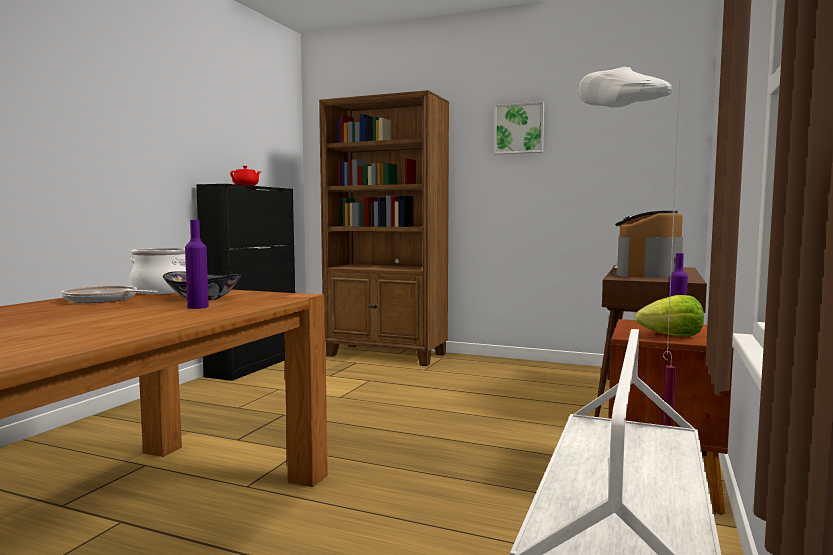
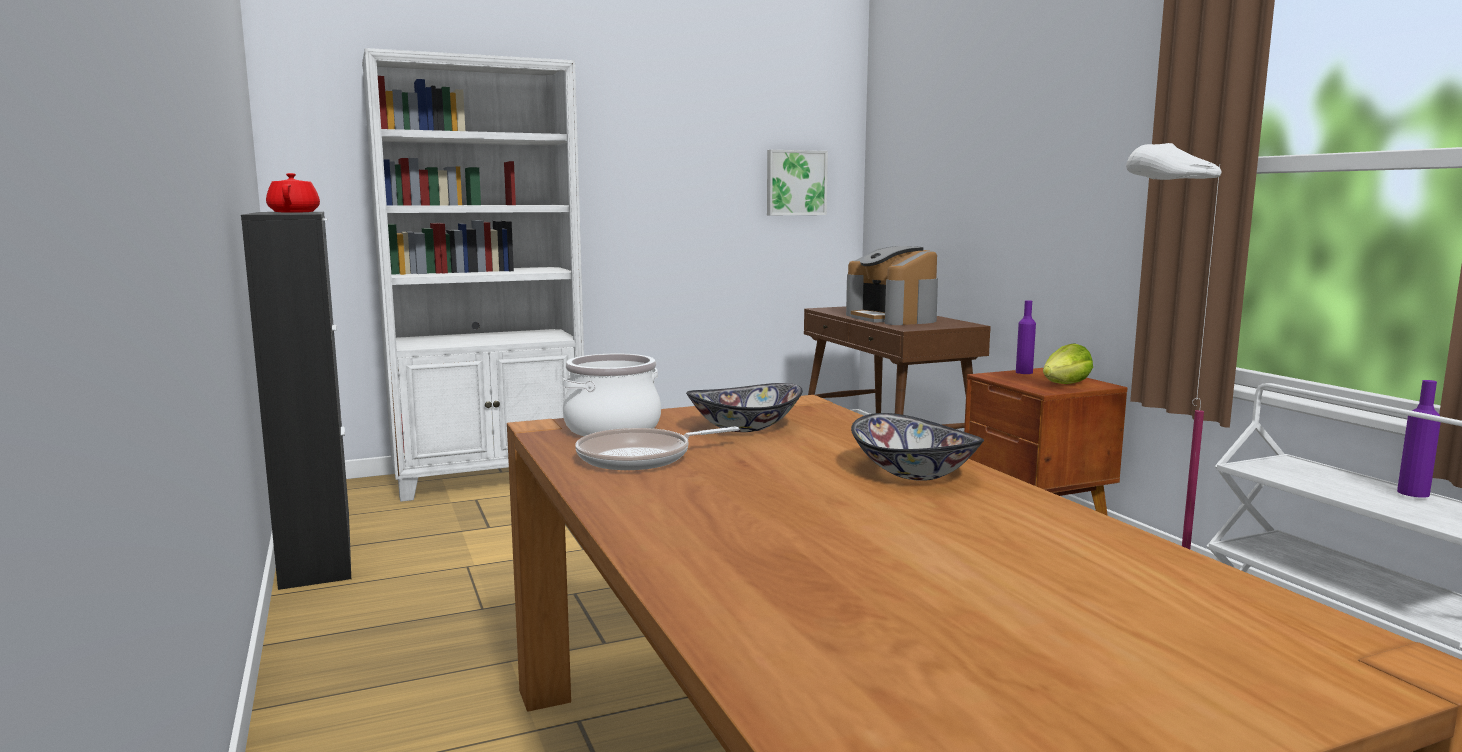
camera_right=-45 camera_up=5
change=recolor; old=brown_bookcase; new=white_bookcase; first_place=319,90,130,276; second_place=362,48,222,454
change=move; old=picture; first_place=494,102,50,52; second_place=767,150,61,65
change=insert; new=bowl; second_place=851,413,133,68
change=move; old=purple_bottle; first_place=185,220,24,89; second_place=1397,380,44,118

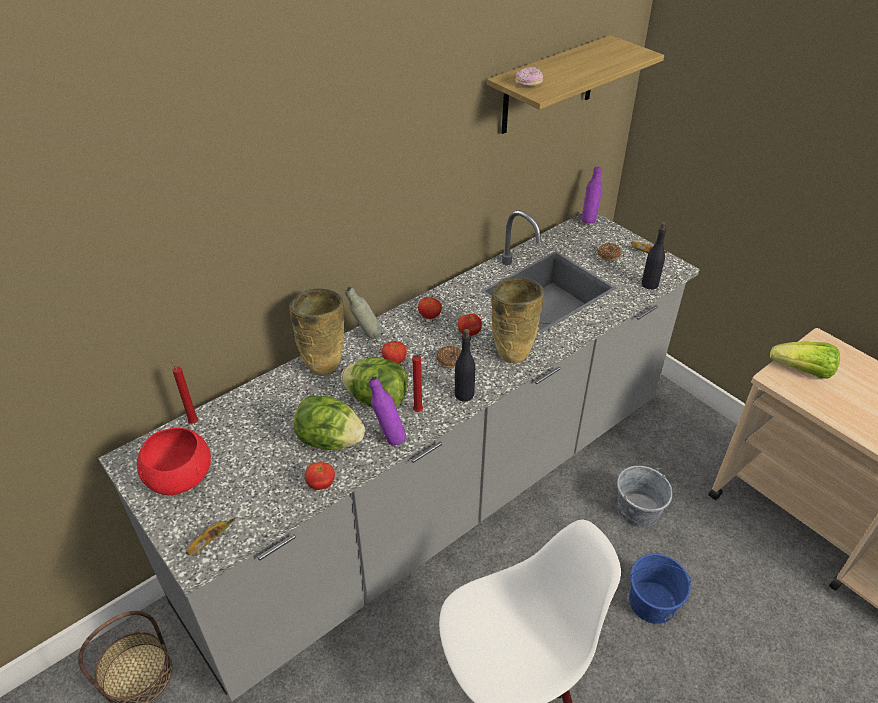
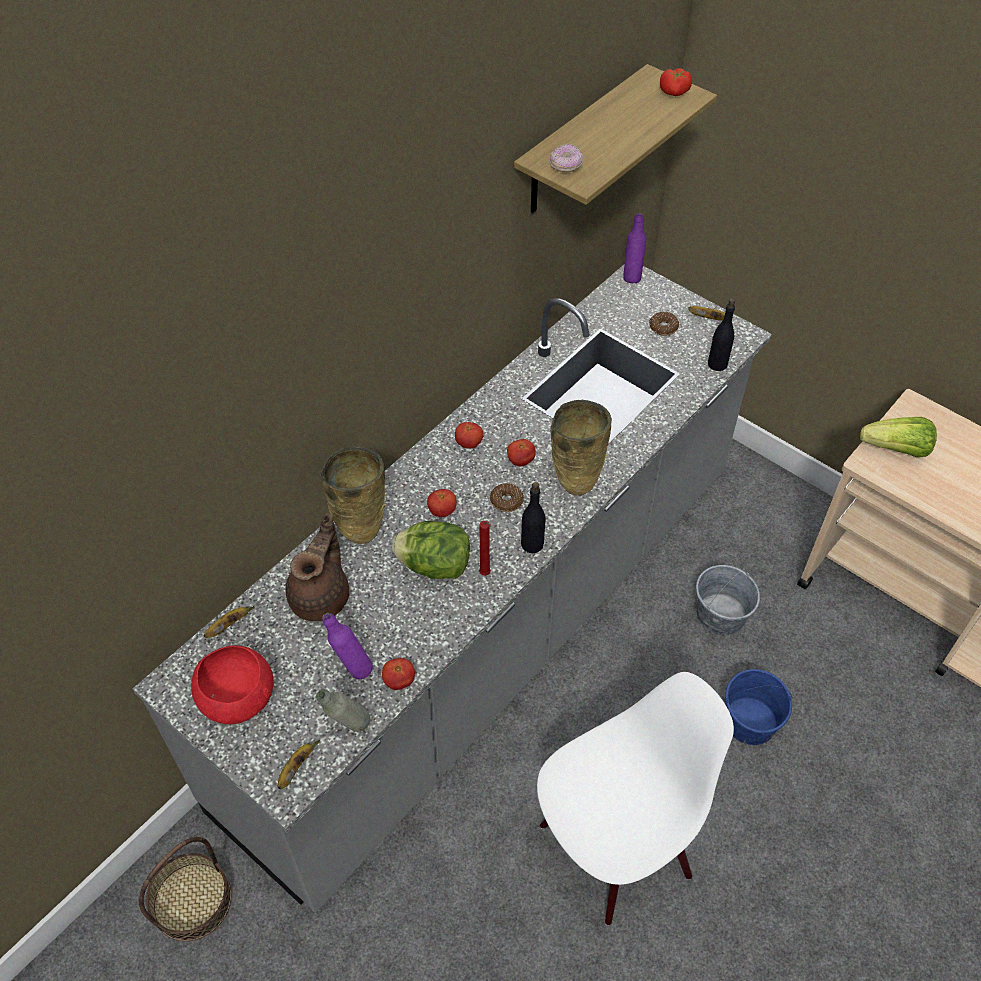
camera_right=-10 camera_up=10
change=replace; old=red_candle; new=banana; first_place=171,358,27,66; second_place=204,606,51,32
change=insert; new=brown_teapot; second_place=286,513,63,108
change=move; old=grey_bottle; first_place=345,286,37,53; second_place=316,689,54,43
change=move; old=purple_bottle; first_place=369,377,37,68; second_place=322,613,51,66
change=insert; new=tomato; second_place=660,68,32,28
change=delete; old=lettuce; first_place=293,395,72,55

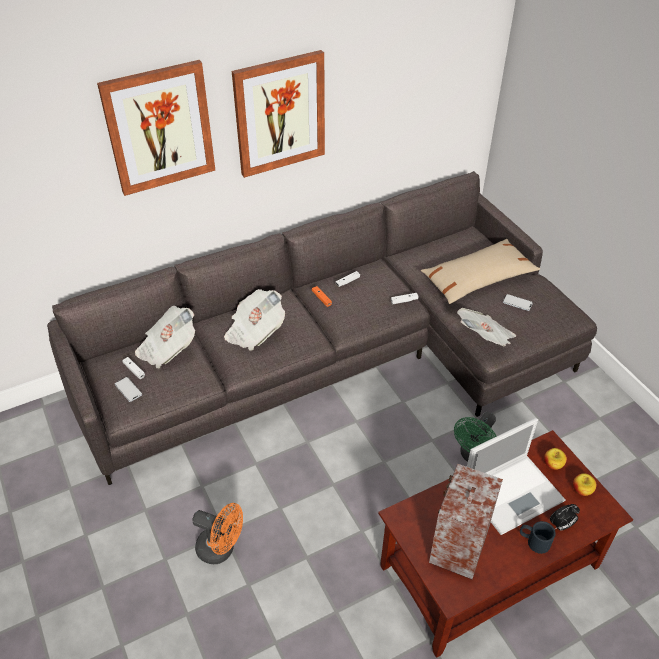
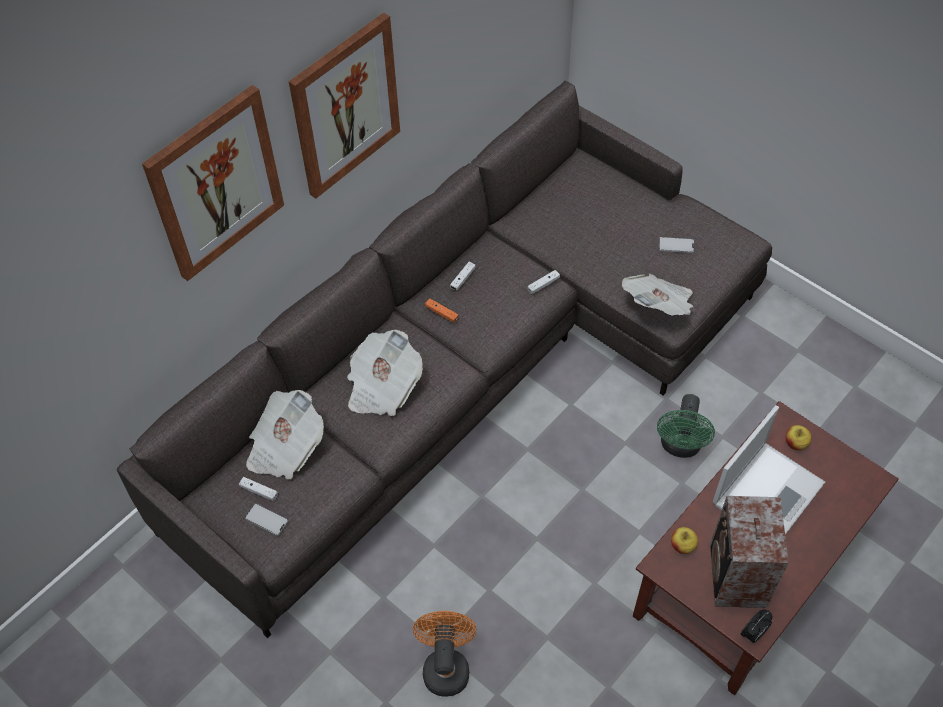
camera_right=-20 camera_up=10
change=rotate; old=orange_fan; first_place=192,503,51,61; second_place=413,611,64,86; degrees=-90
change=move; old=apple; first_place=573,473,24,23; second_place=671,527,27,27
change=move; old=alarm_clock; first_place=550,504,30,26; second_place=741,609,32,34
change=delete; old=beige_pillow; first_place=421,239,119,65
change=delete; old=black_mug; first_place=520,521,36,33

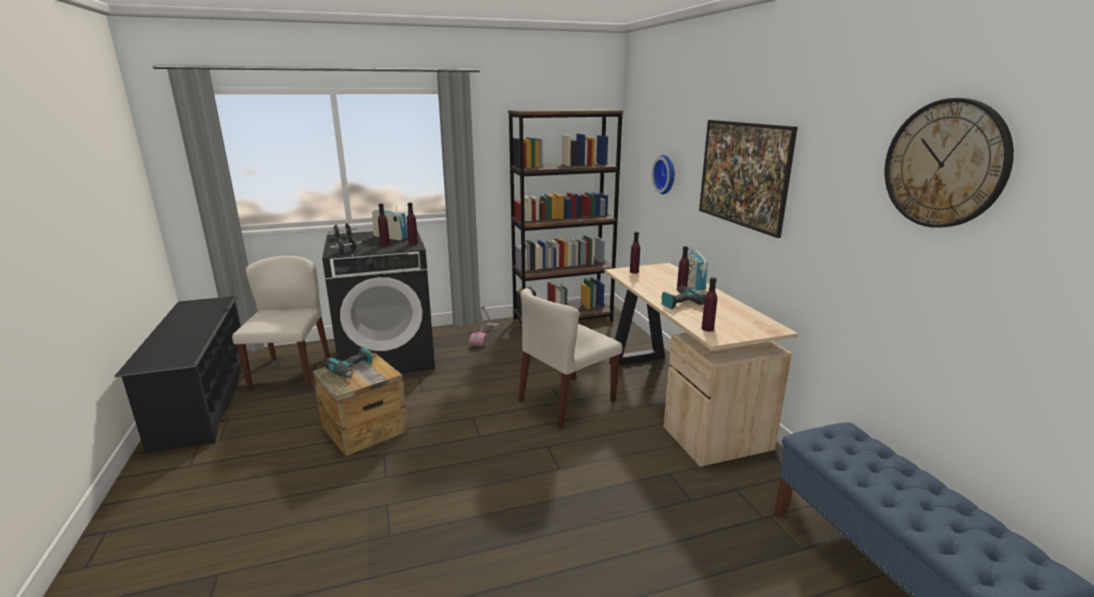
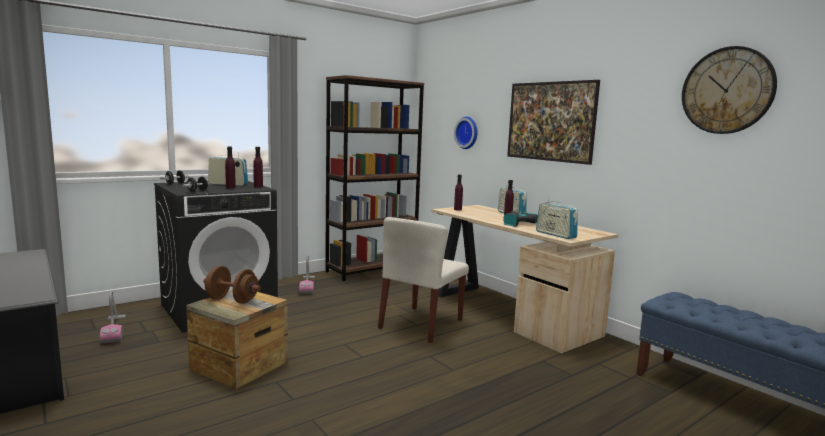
camera_right=-20 camera_up=-10
change=replace; old=beige_chair; new=vacuum_cleaner; first_place=232,256,98,134; second_place=100,290,26,54
change=replace; old=power_drill; new=brown_dumbbell; first_place=325,347,47,31; second_place=203,266,58,38
change=replace; old=purple_bottle; new=radio; first_place=702,277,15,55; second_place=536,197,42,42

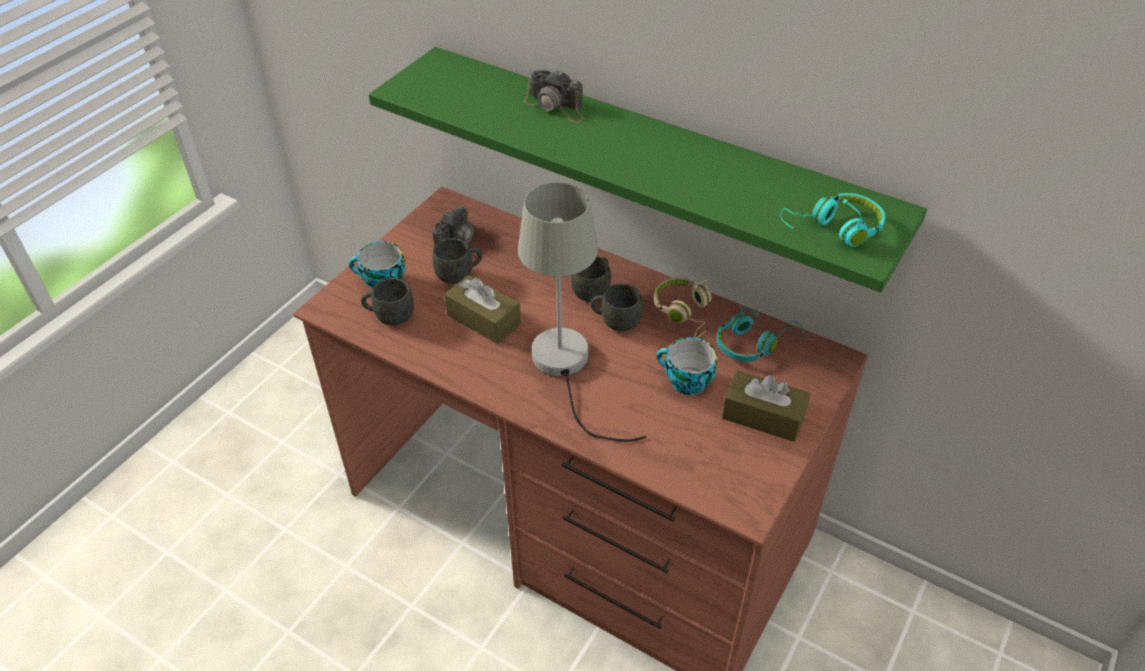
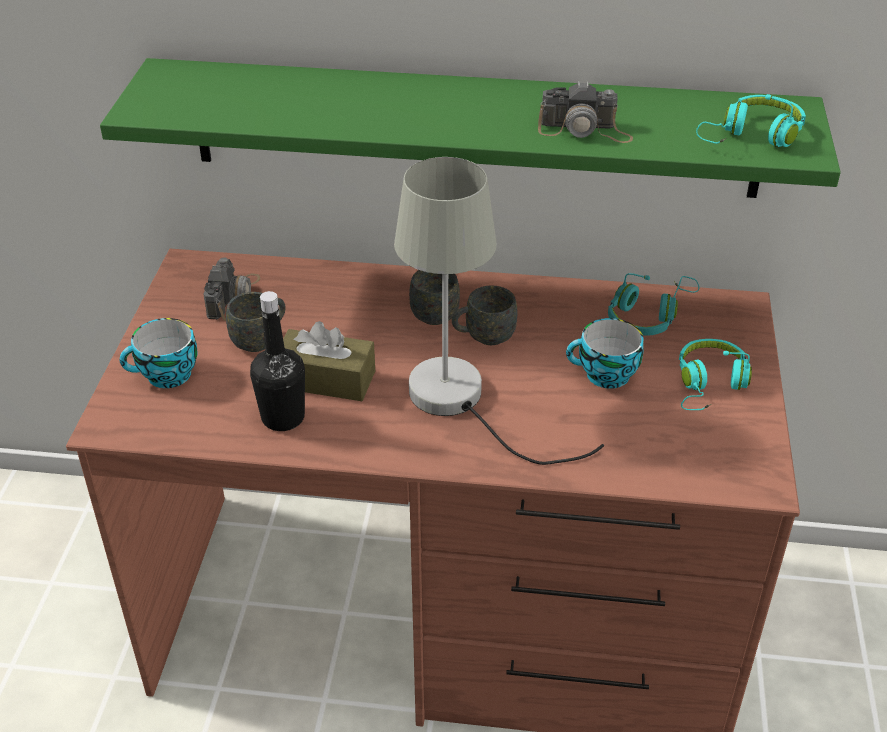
camera_right=-25 camera_up=-5
change=insert; new=black_bottle; second_place=250,291,55,140
change=move; old=photo_camera; first_place=524,69,60,53; second_place=538,81,95,62
change=replace; old=brown_tissue_box; new=turquoise_headphones; first_place=722,371,88,71; second_place=679,339,73,71
change=delete; old=grey_mug; first_place=361,278,53,47
change=delete; old=beige_headphones; first_place=654,277,58,61

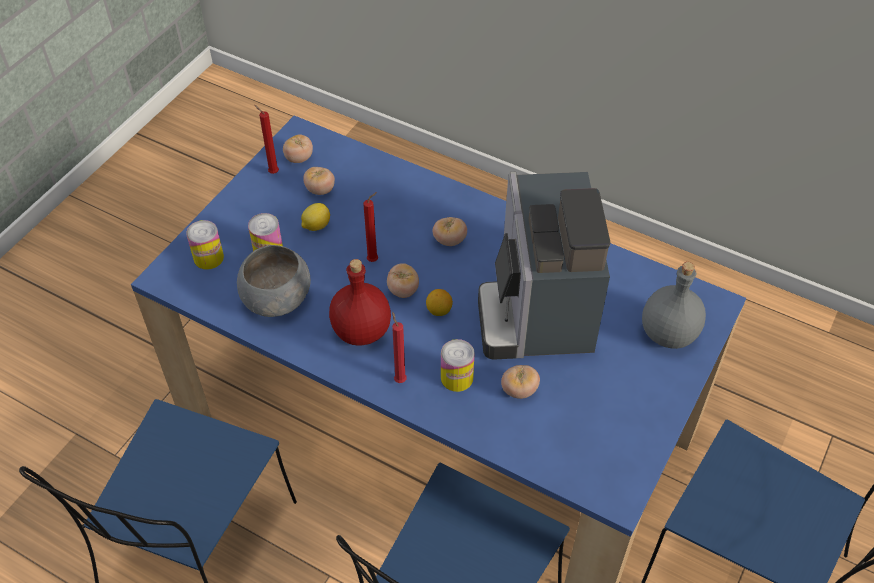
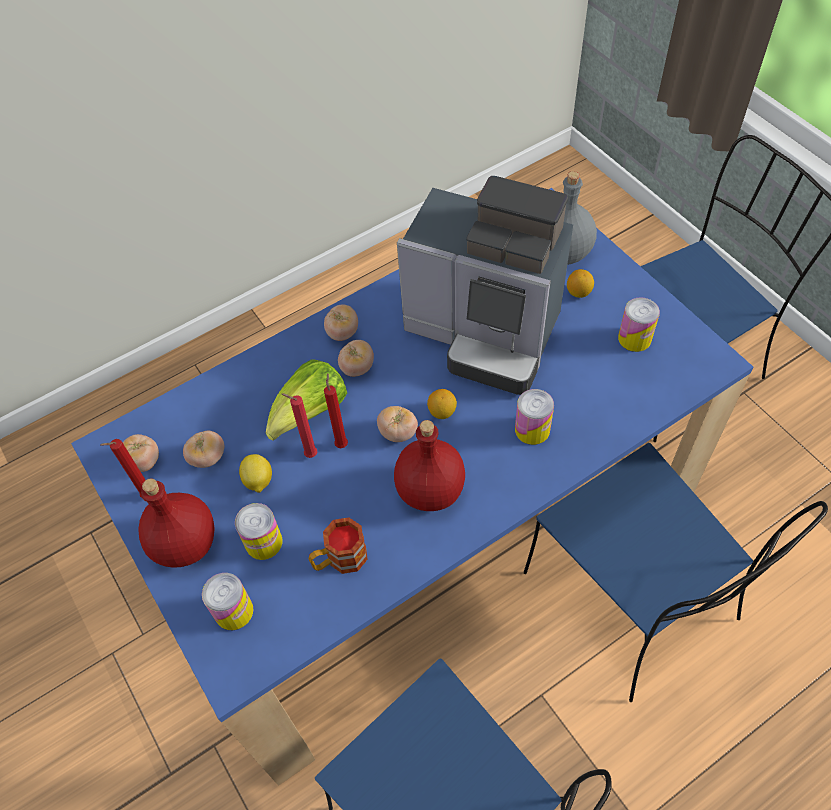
camera_right=-60 camera_up=5
change=insert; new=red_bottle; second_place=139,478,76,90
change=insert; new=lettuce; second_place=266,359,81,82
change=move; old=red_candle; first_place=392,311,15,72; second_place=282,393,35,65
change=replace; old=grey_bowl; new=mug; first_place=237,245,74,72; second_place=309,517,59,57
change=move; old=tomato; first_place=501,365,39,34; second_place=324,304,34,37
change=insert; new=lemon; second_place=567,269,27,29
change=insert; new=can; second_place=618,297,42,55

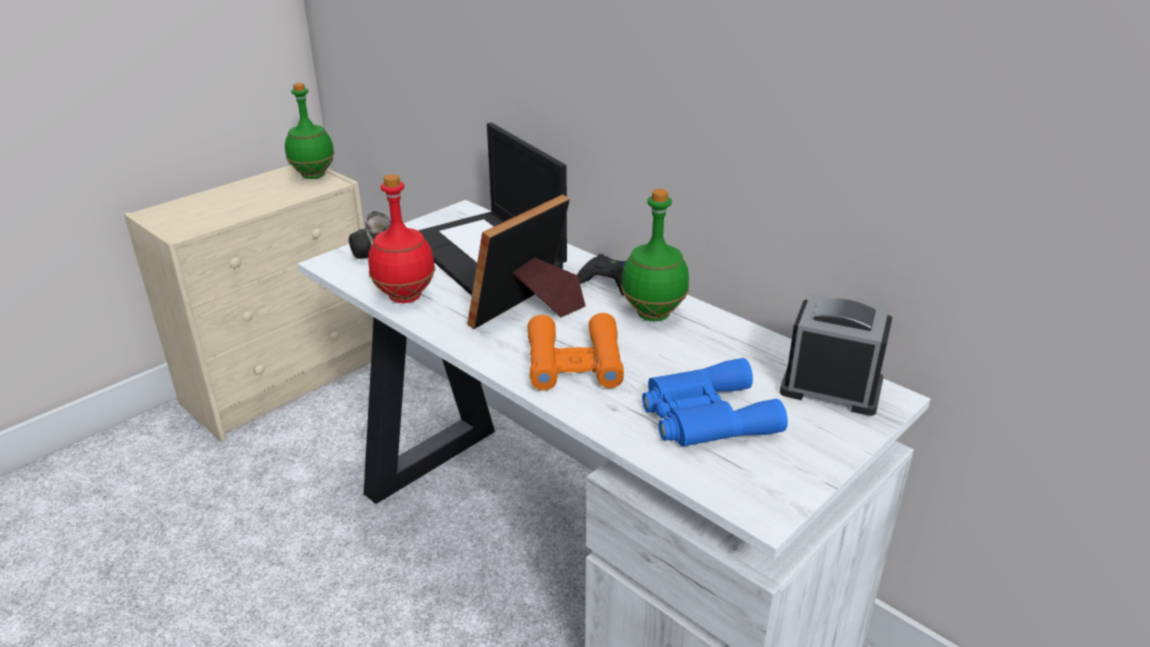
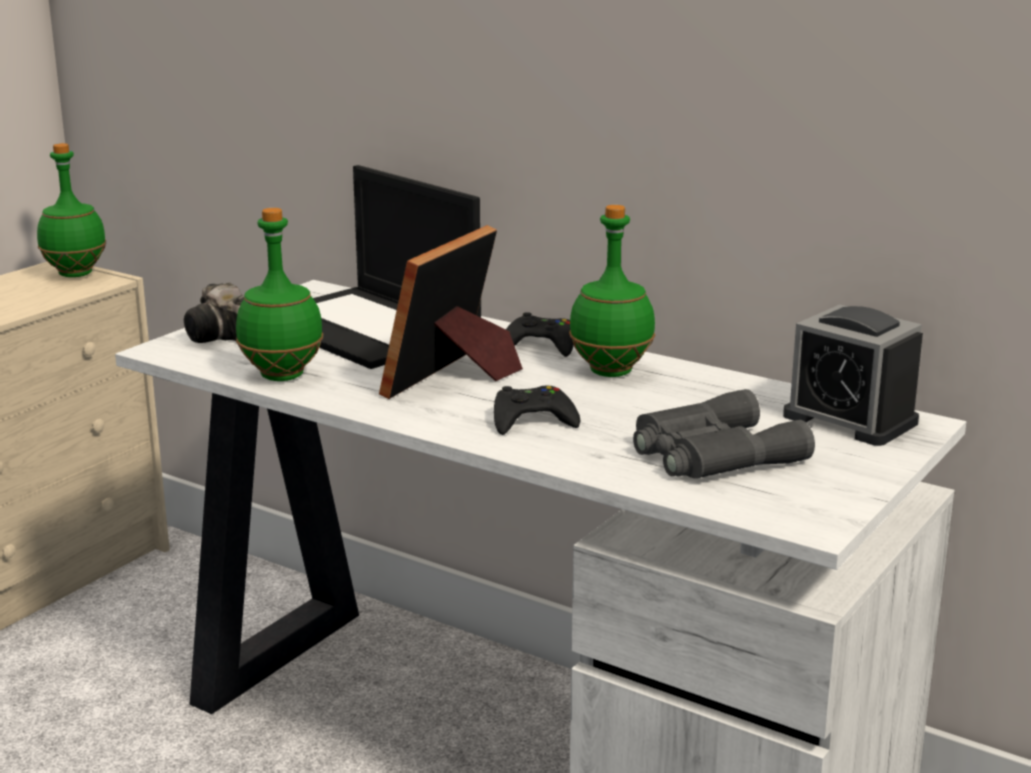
camera_right=-10 camera_up=-10
change=recolor; old=red_bottle; new=green_bottle; first_place=368,174,67,129; second_place=236,208,87,173
change=replace; old=orange_binoculars; new=black_game_controller; first_place=527,313,97,78; second_place=494,386,86,49
change=recolor; old=blue_binoculars; new=grey_binoculars; first_place=642,358,146,89; second_place=633,389,182,90
change=rotate; old=alarm_clock; first_place=780,293,112,123; second_place=783,304,140,142; degrees=-150

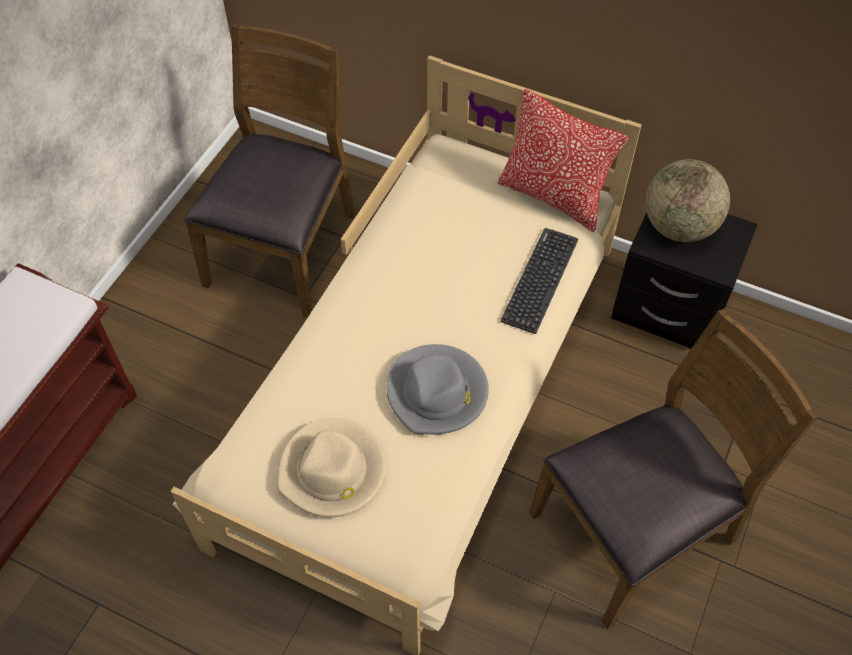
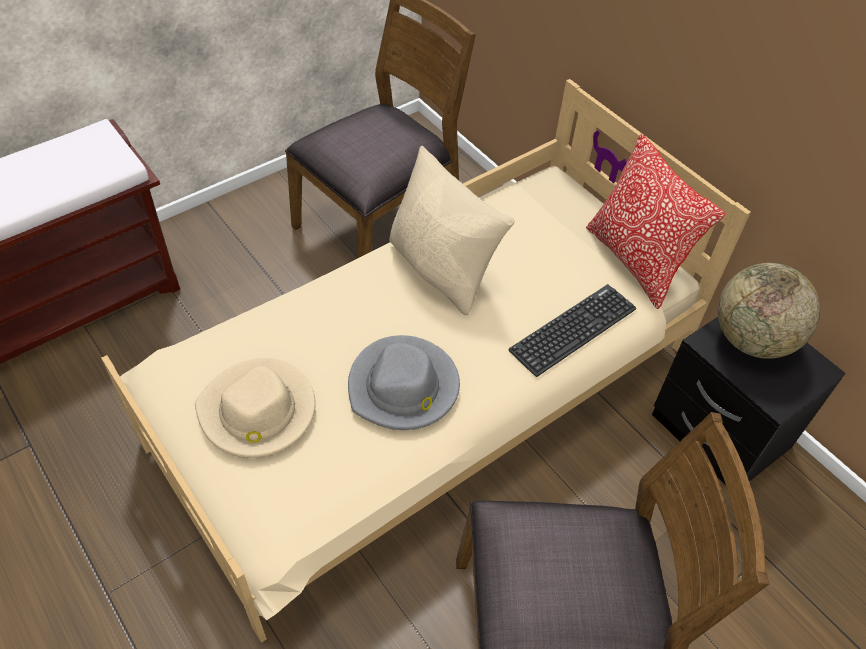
camera_right=25 camera_up=-5
change=insert; new=beige_pillow; second_place=389,145,126,170

